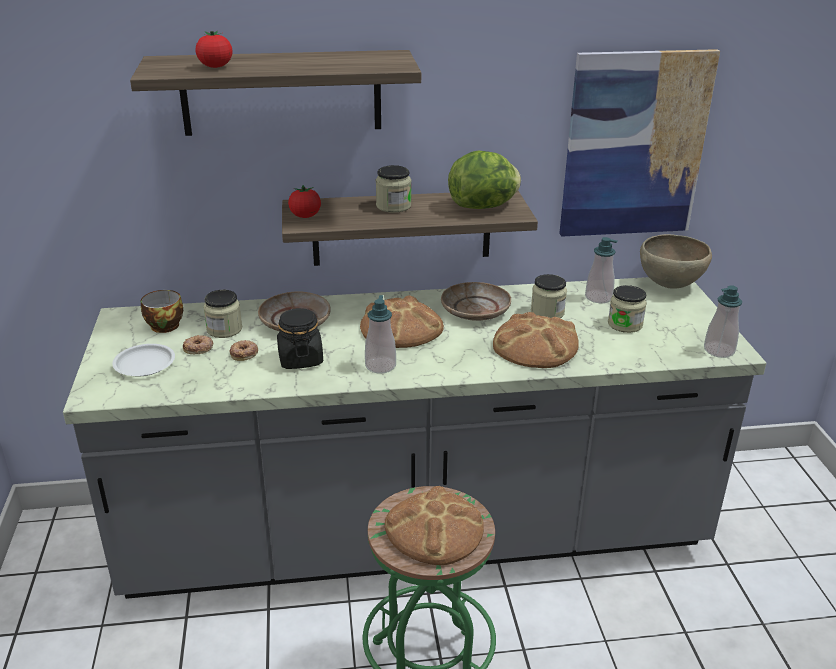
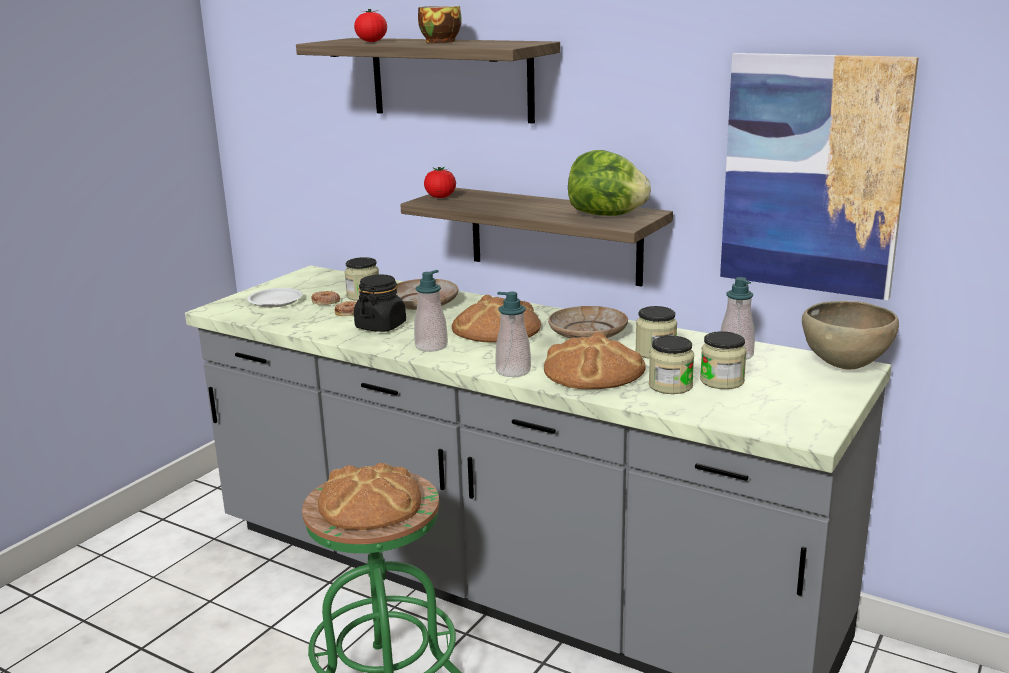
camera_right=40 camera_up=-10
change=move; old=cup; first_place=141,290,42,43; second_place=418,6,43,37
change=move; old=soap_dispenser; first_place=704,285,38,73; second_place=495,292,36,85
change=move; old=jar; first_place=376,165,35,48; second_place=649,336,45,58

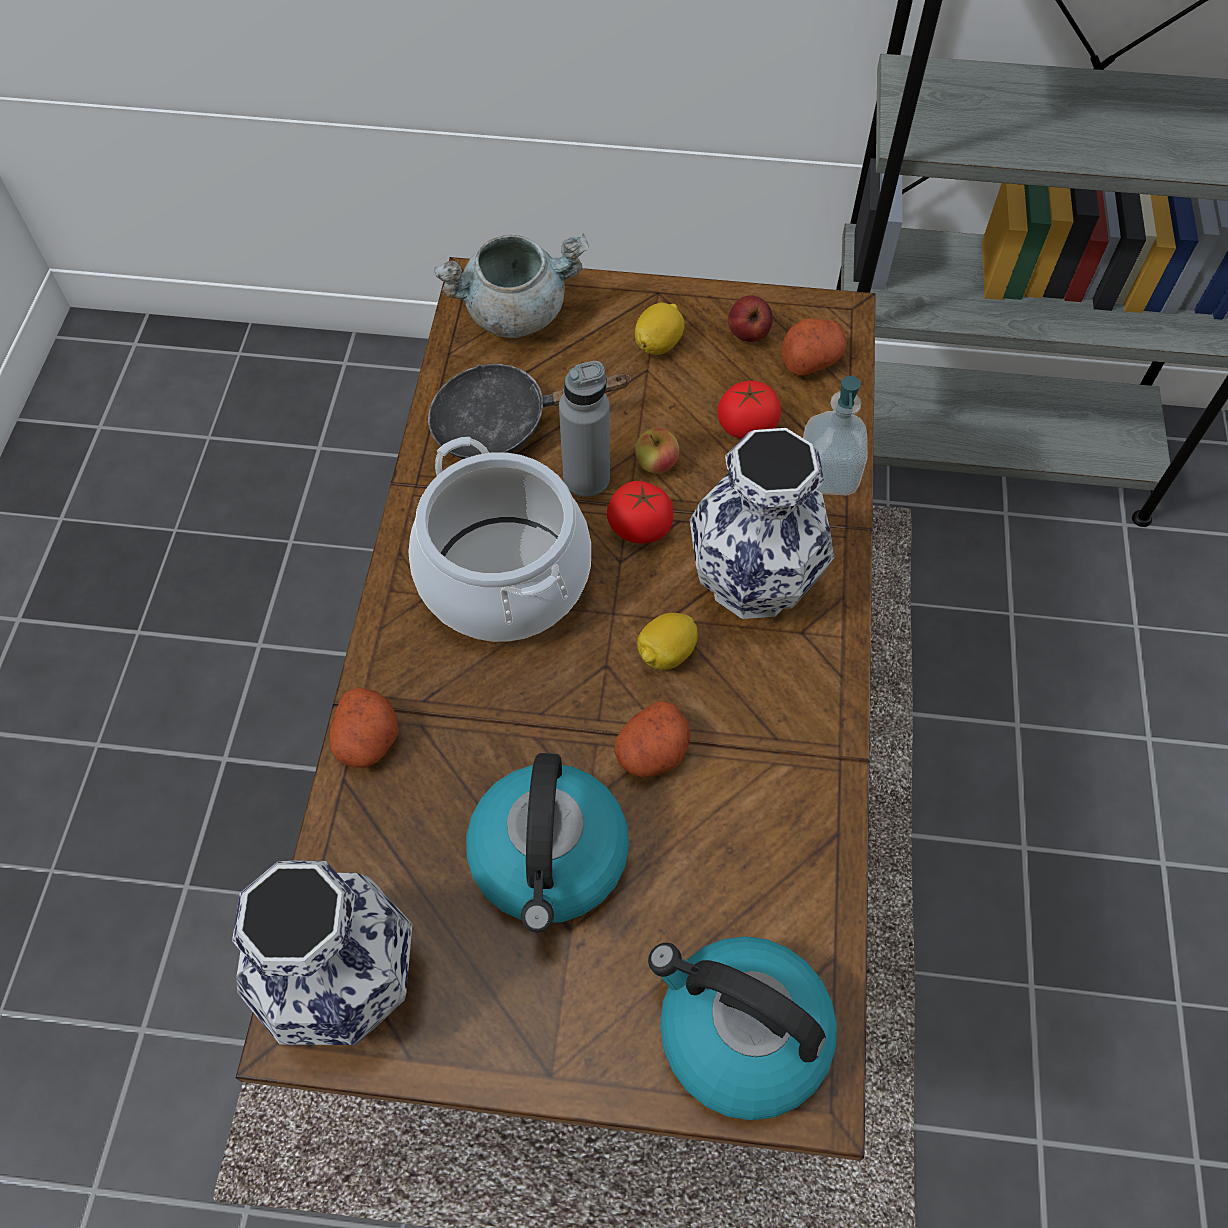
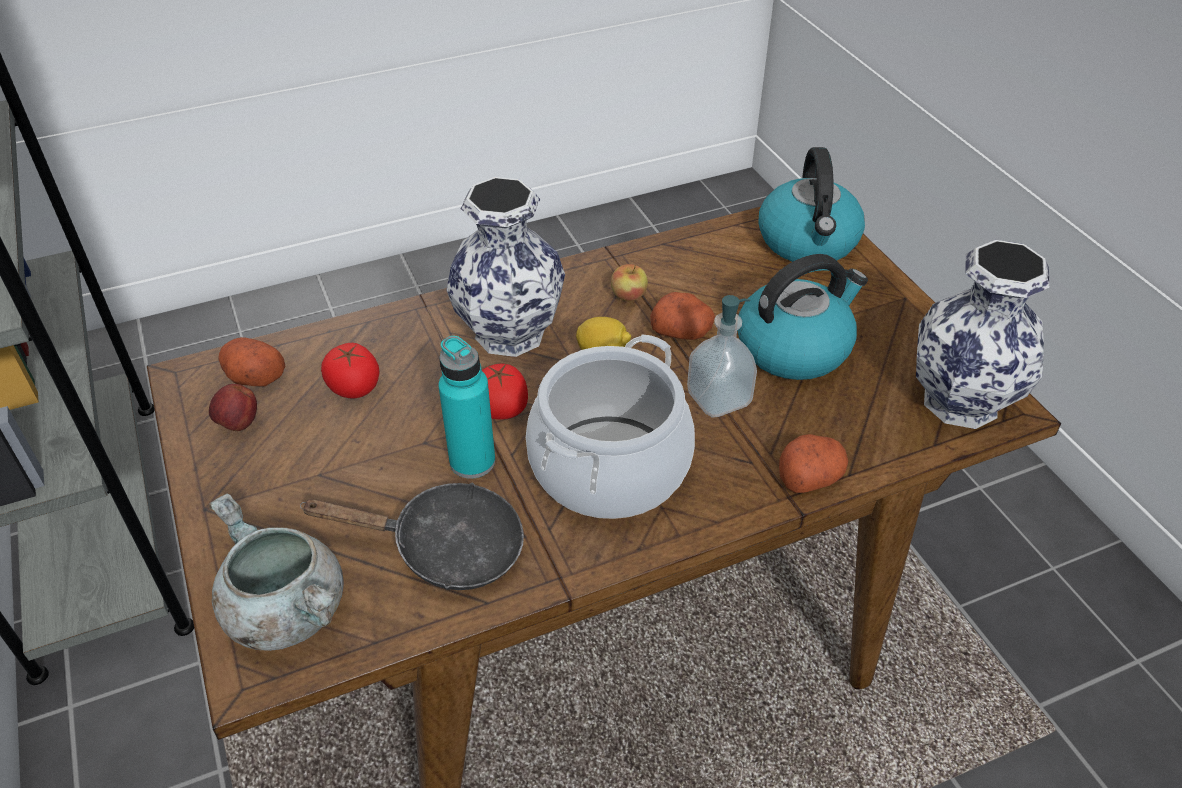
camera_right=-120 camera_up=-15
change=rotate; old=black_frying_pan; first_place=428,364,203,95; second_place=300,482,224,108; degrees=-45
change=recolor; old=grey_bottle; new=turquoise_bottle; first_place=559,361,51,136; second_place=439,336,56,143
change=move; old=apple; first_place=635,428,44,46; second_place=611,264,37,37
change=move; old=soap_dispenser; first_place=803,376,65,119; second_place=687,295,70,123
change=delete; old=lemon; first_place=635,303,50,52

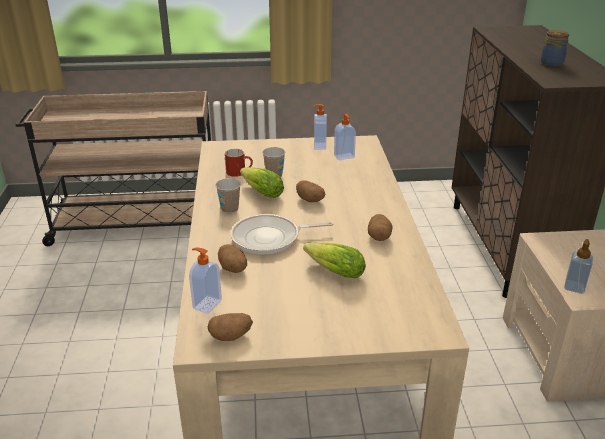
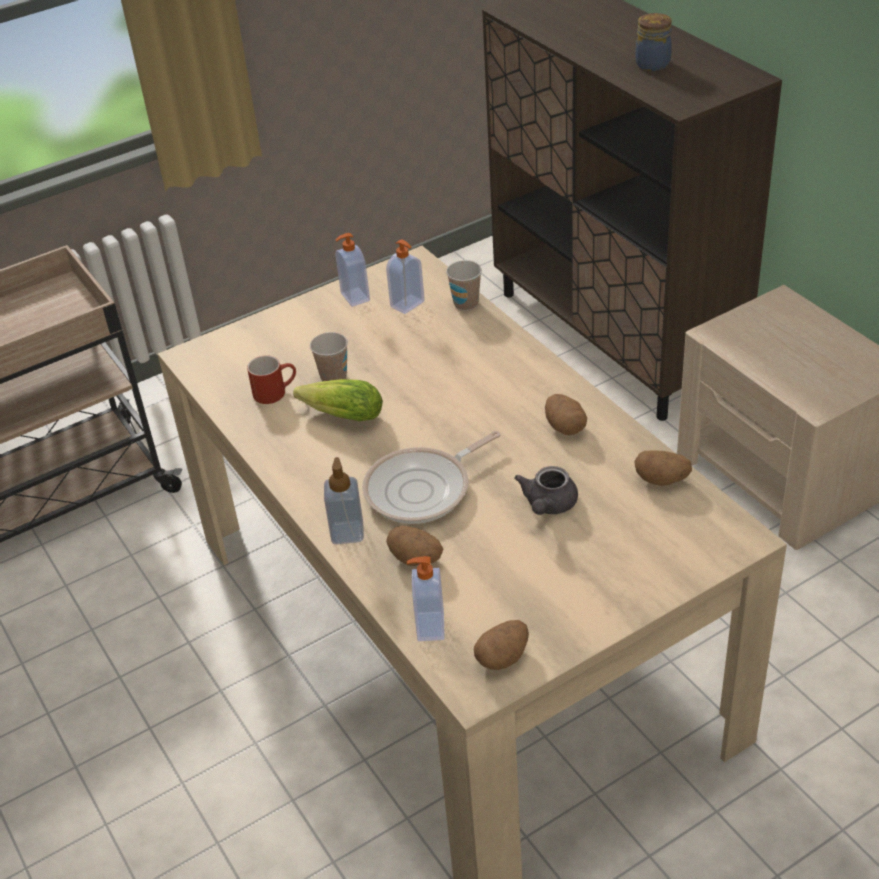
camera_right=-25 camera_up=10
change=move; old=soap_dispenser; first_place=564,239,29,55; second_place=324,457,40,87
change=move; old=cup; first_place=216,178,25,35; second_place=446,260,36,51
change=replace; old=lettuce; new=grey_teapot; first_place=303,243,63,35; second_place=514,466,64,49
change=move; old=potato; first_place=296,180,29,22; second_place=635,451,57,35

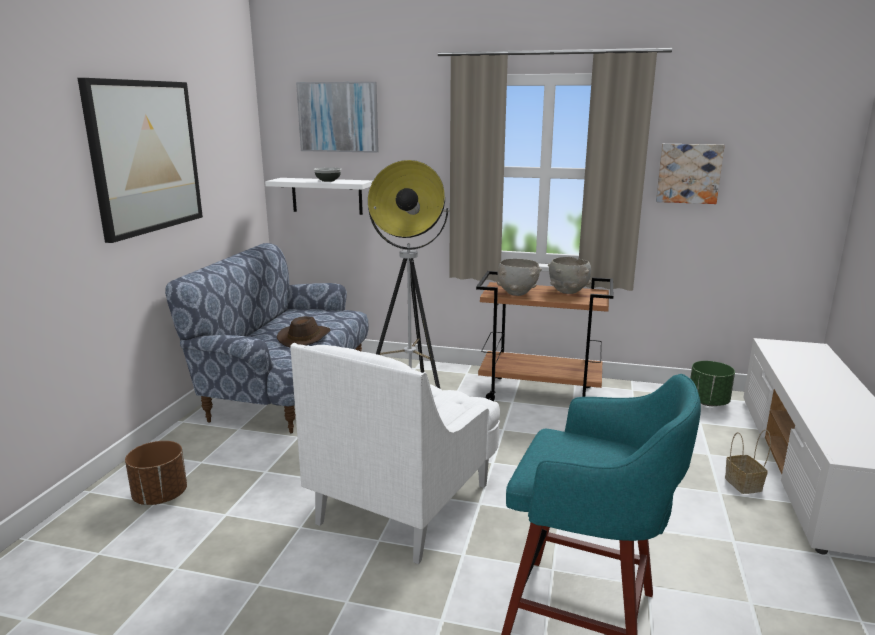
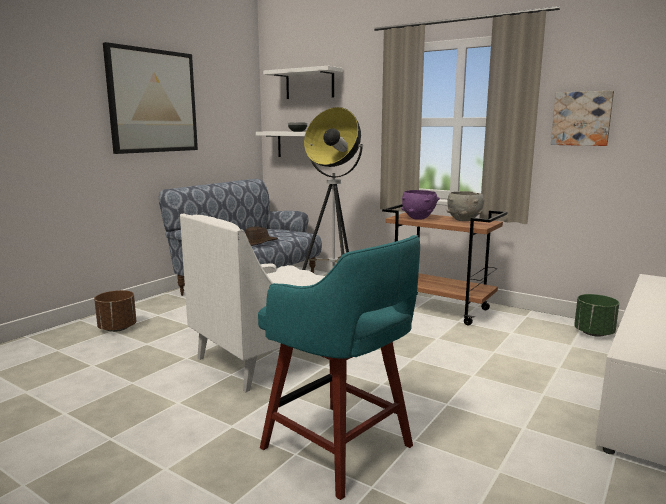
camera_right=20 camera_up=-5
change=replace; old=picture; new=white_shelf; first_place=296,82,83,71; second_place=263,66,80,33
change=recolor; old=grey_bowl; new=purple_bowl; first_place=497,259,45,37; second_place=401,190,39,30
change=delete; old=basket; first_place=725,430,46,64

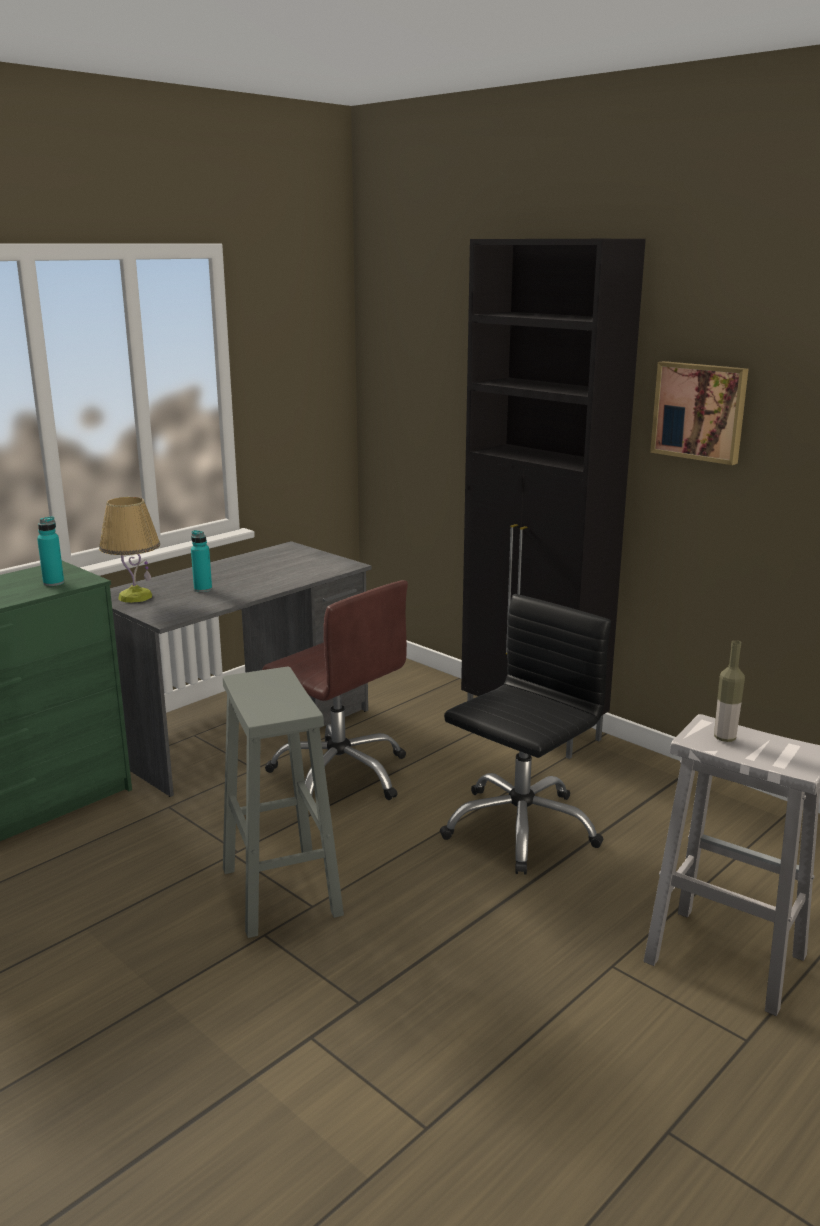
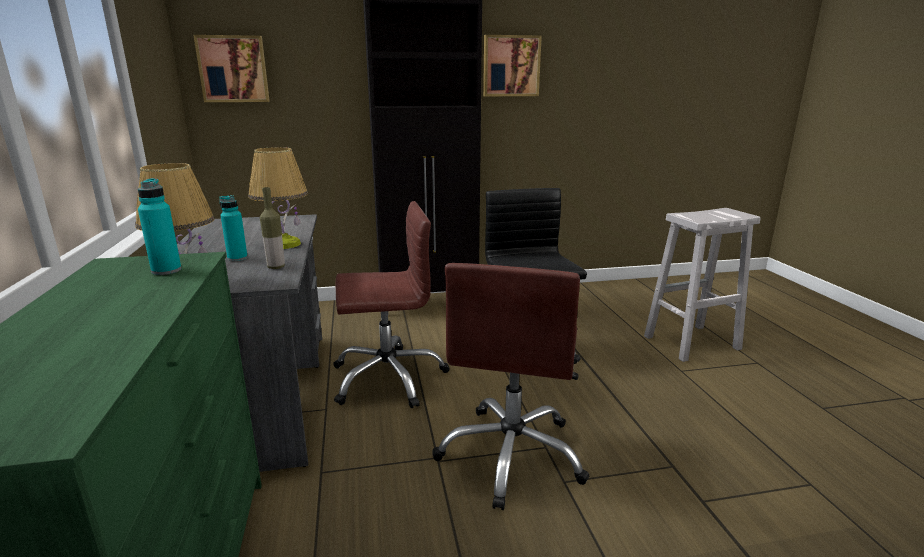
camera_right=-55 camera_up=0
change=insert; new=picture; second_place=193,35,77,67
change=insert; new=table_lamp; second_place=248,147,60,102
change=move; old=bottle; first_place=714,640,31,102; second_place=260,187,25,82
change=replace; old=grey_stool; new=brown_office_chair; first_place=223,667,121,271; second_place=432,263,157,247

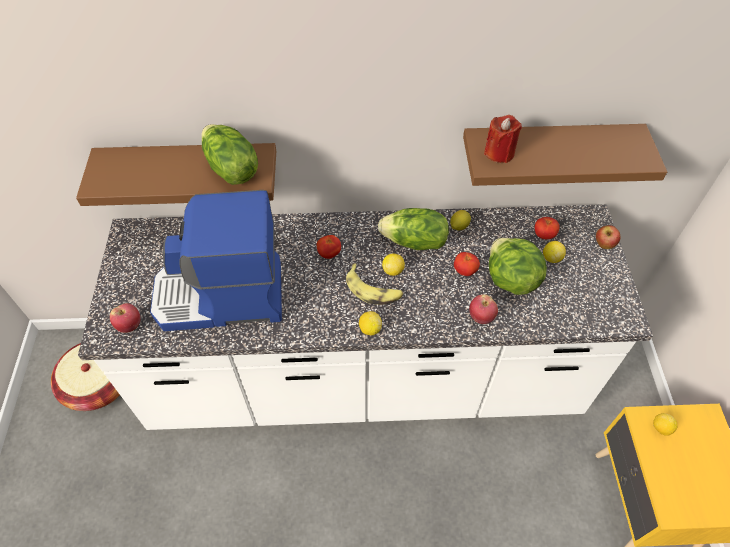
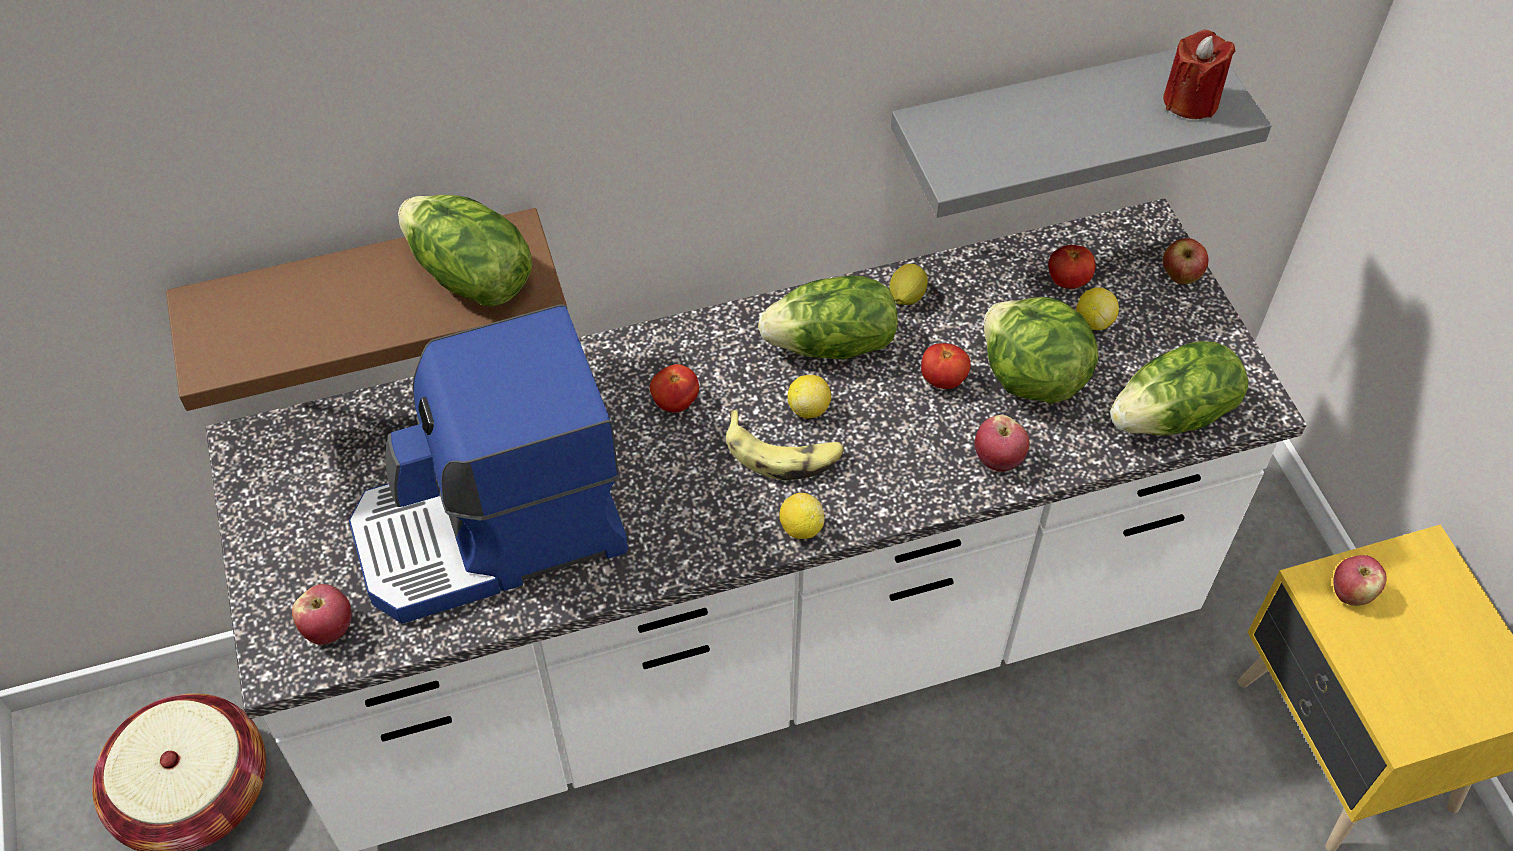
camera_right=-15 camera_up=0
change=recolor; old=brown_shelf; new=grey_shelf; first_place=463,124,204,62; second_place=891,49,381,169
change=insert; new=lettuce; second_place=1110,341,138,94
change=move; old=red_candle; first_place=484,115,38,48; second_place=1163,30,72,89
change=replace; old=lemon; new=apple; first_place=653,413,25,23; second_place=1334,555,53,51

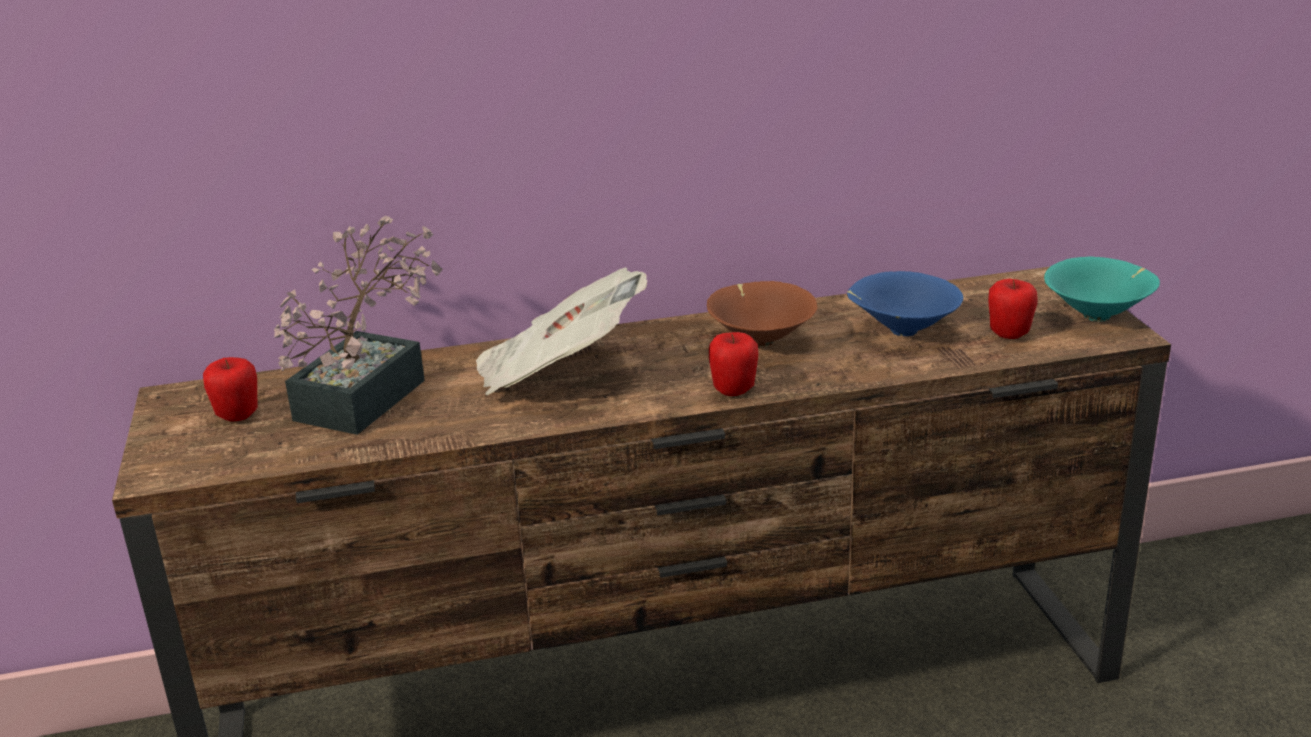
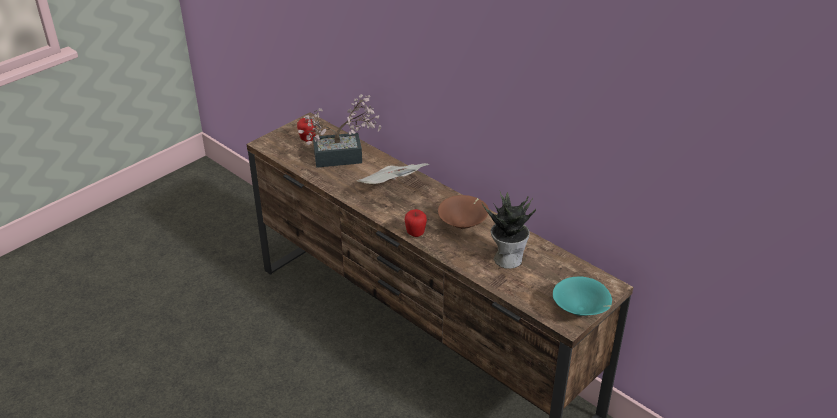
camera_right=55 camera_up=10
change=replace; old=blue_bowl; new=potted_plant; first_place=847,271,116,65; second_place=482,192,54,77
change=delete; old=apple; first_place=988,279,50,60

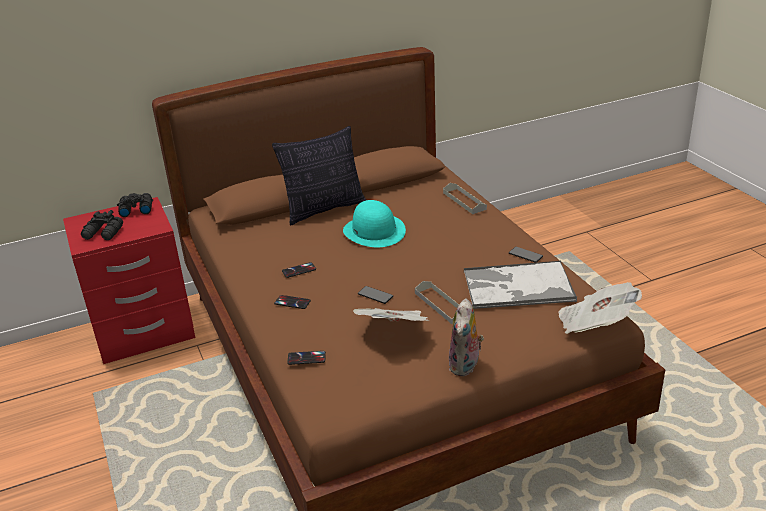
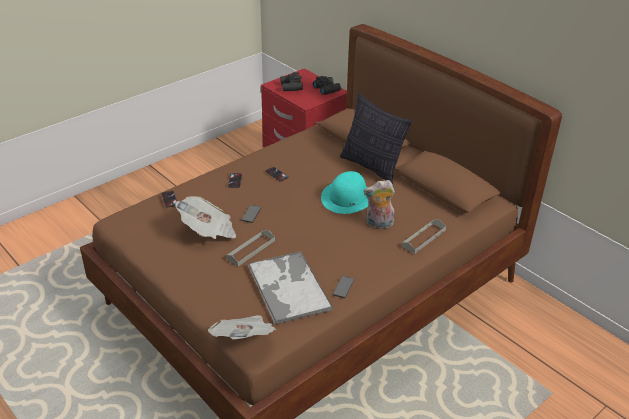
camera_right=70 camera_up=5
change=move; old=plush_toy; first_place=449,299,35,77; second_place=364,180,31,49

